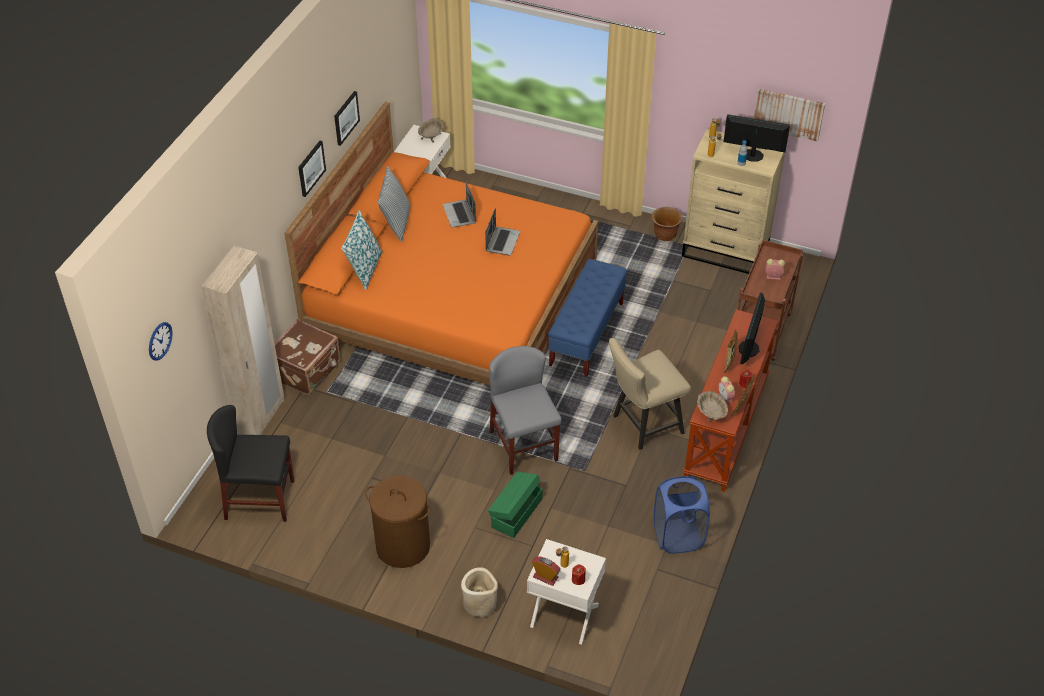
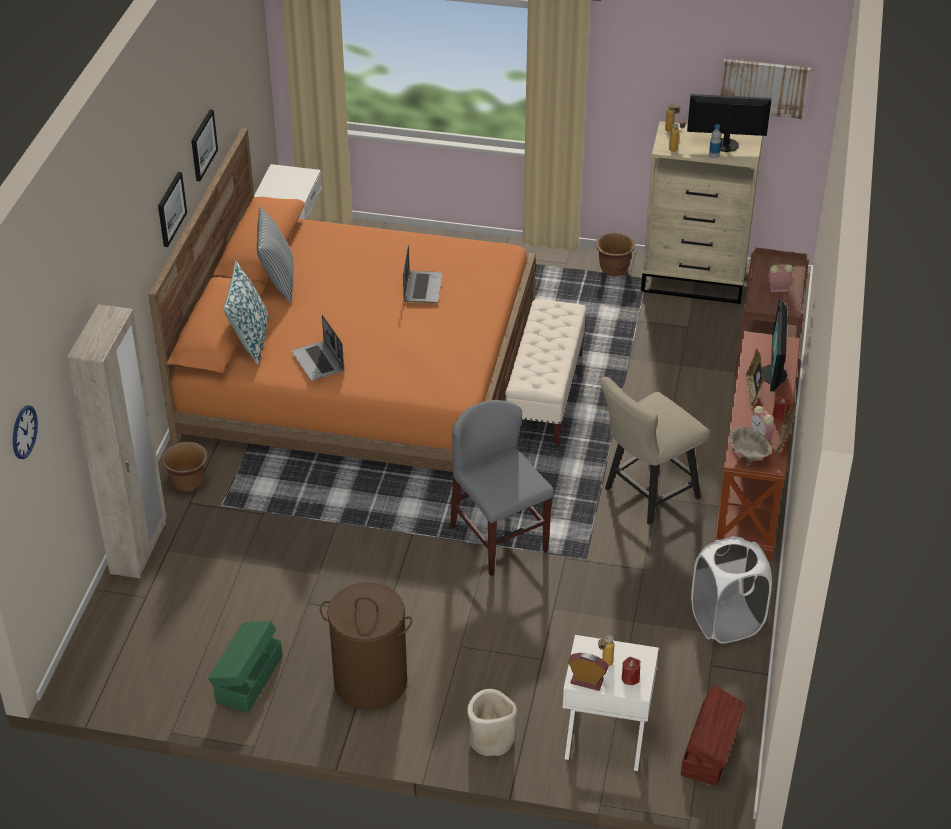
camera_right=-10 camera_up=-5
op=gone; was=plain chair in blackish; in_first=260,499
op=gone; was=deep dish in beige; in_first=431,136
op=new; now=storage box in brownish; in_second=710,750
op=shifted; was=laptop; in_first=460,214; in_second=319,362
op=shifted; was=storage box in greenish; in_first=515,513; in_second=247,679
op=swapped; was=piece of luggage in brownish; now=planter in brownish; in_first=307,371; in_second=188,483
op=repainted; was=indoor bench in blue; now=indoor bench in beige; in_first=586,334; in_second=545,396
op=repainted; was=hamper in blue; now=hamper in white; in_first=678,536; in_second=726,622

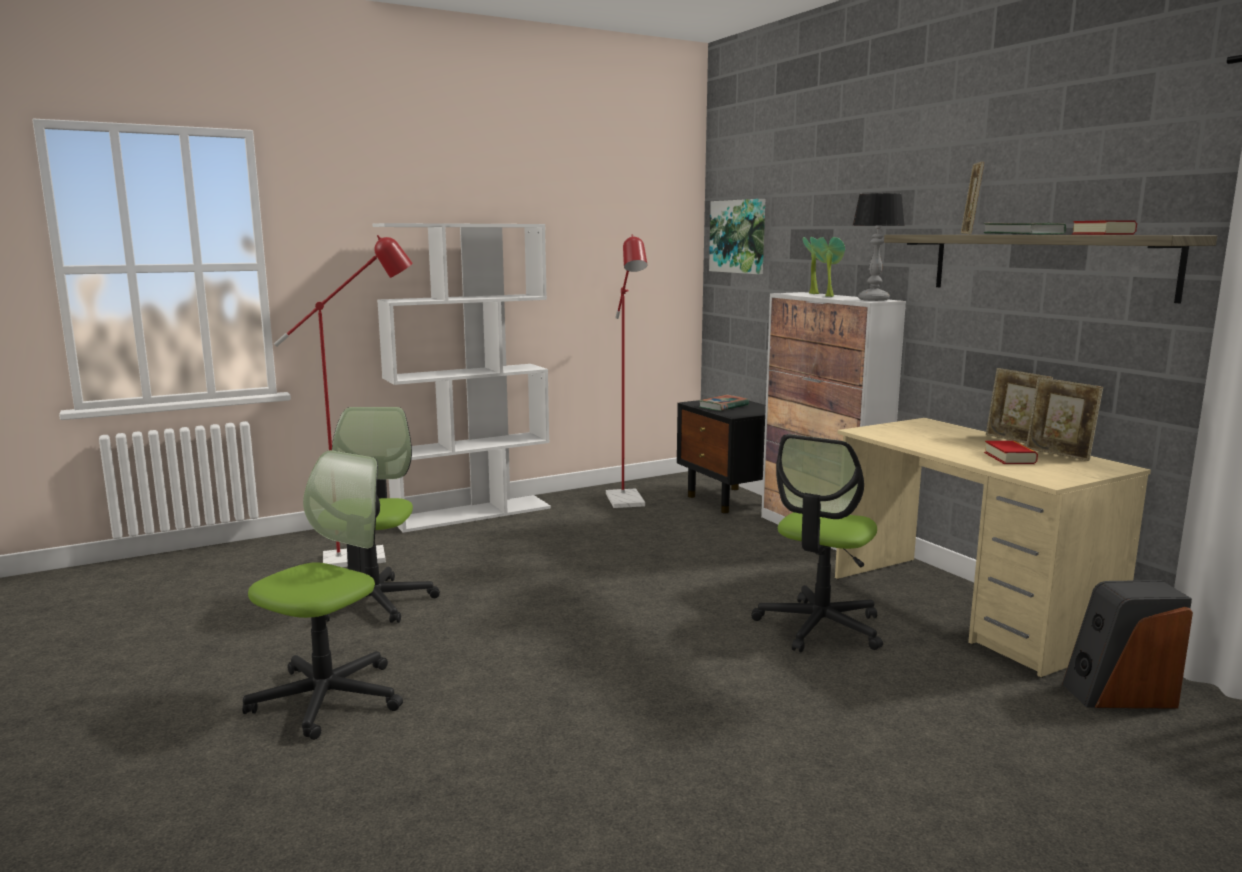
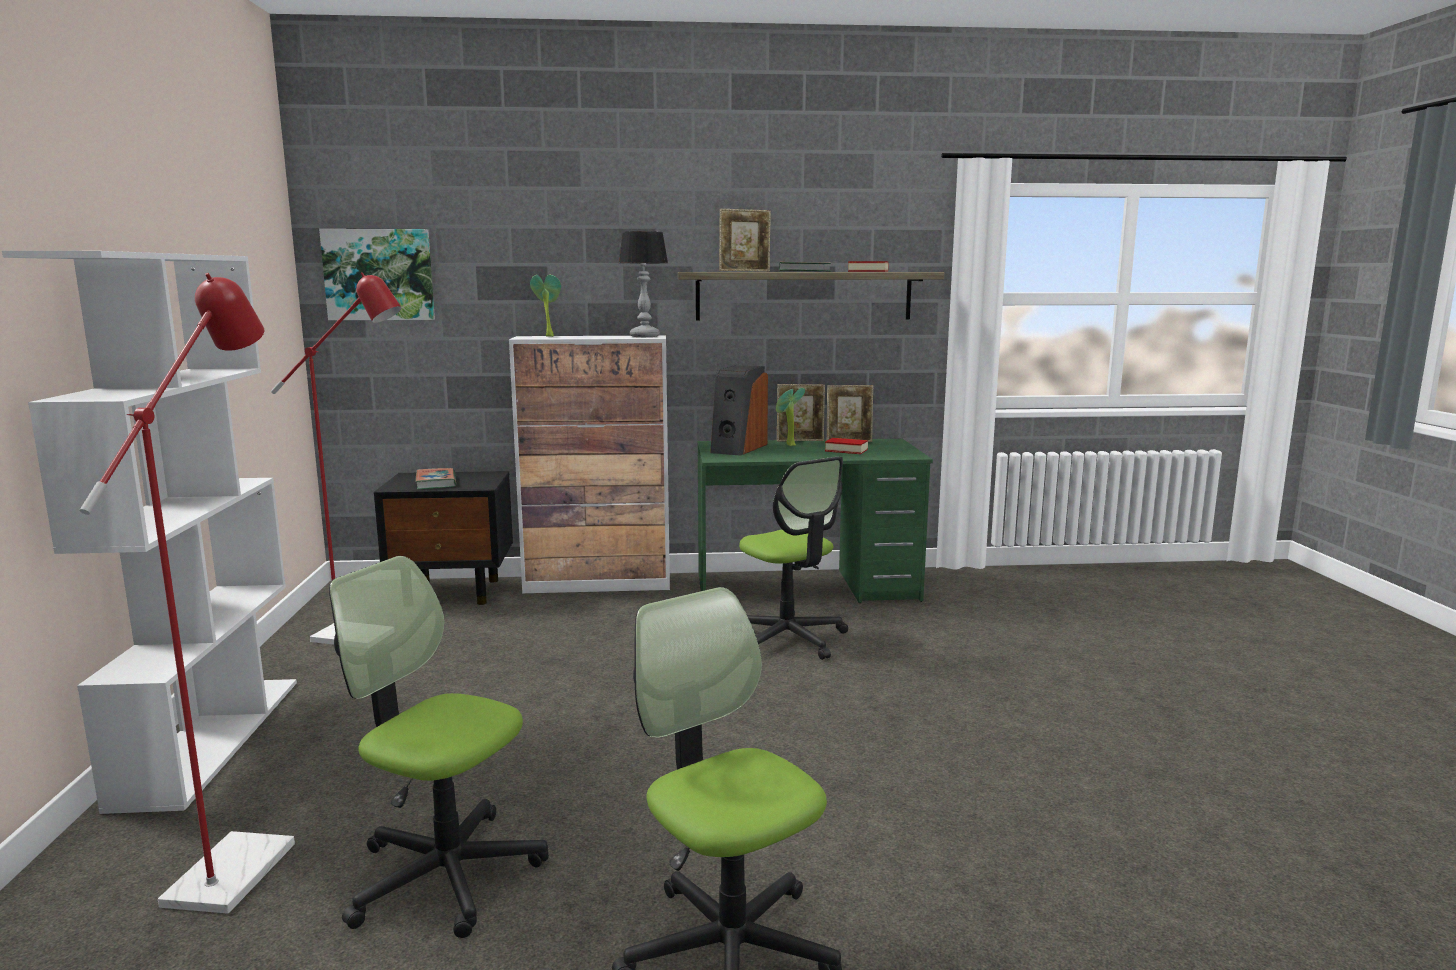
camera_right=-65 camera_up=0
op=shifted; was=potted plant; in_first=828,296; in_second=788,445
op=shifted; was=loudspeaker; in_first=1118,694; in_second=738,448
op=repainted; was=desk table in beige; now=desk table in greenish; in_first=966,610; in_second=806,587
op=rotated; was=photo frame; in_first=968,234; in_second=744,271; clockwise=-45

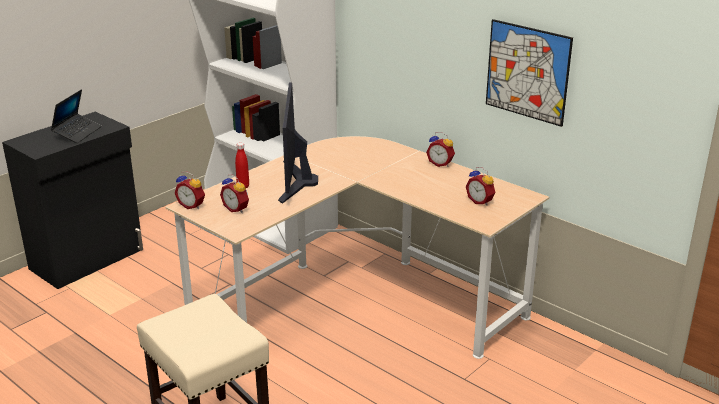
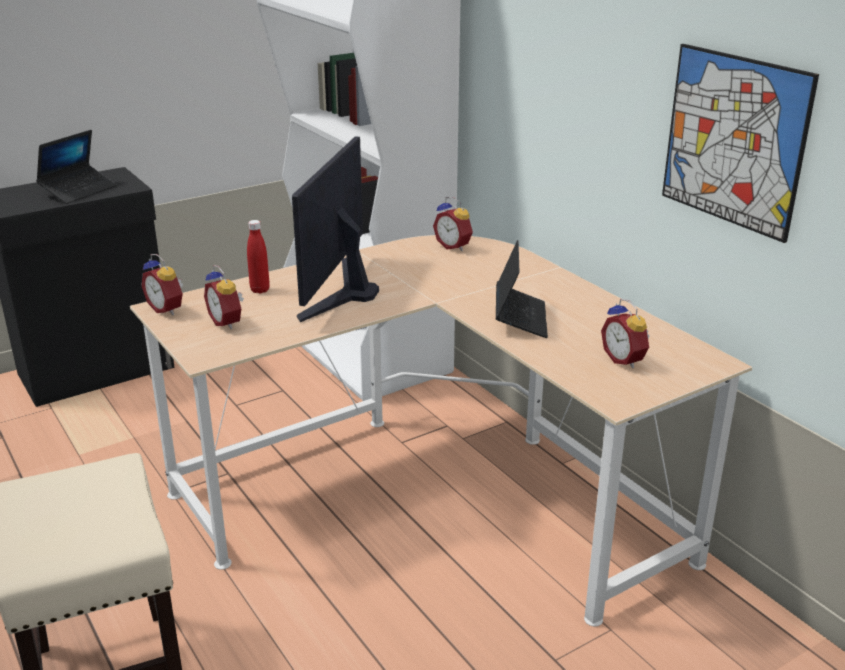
camera_right=15 camera_up=0
op=new; now=laptop; in_second=520,318
op=shifted; was=alarm clock; in_first=440,164; in_second=454,246

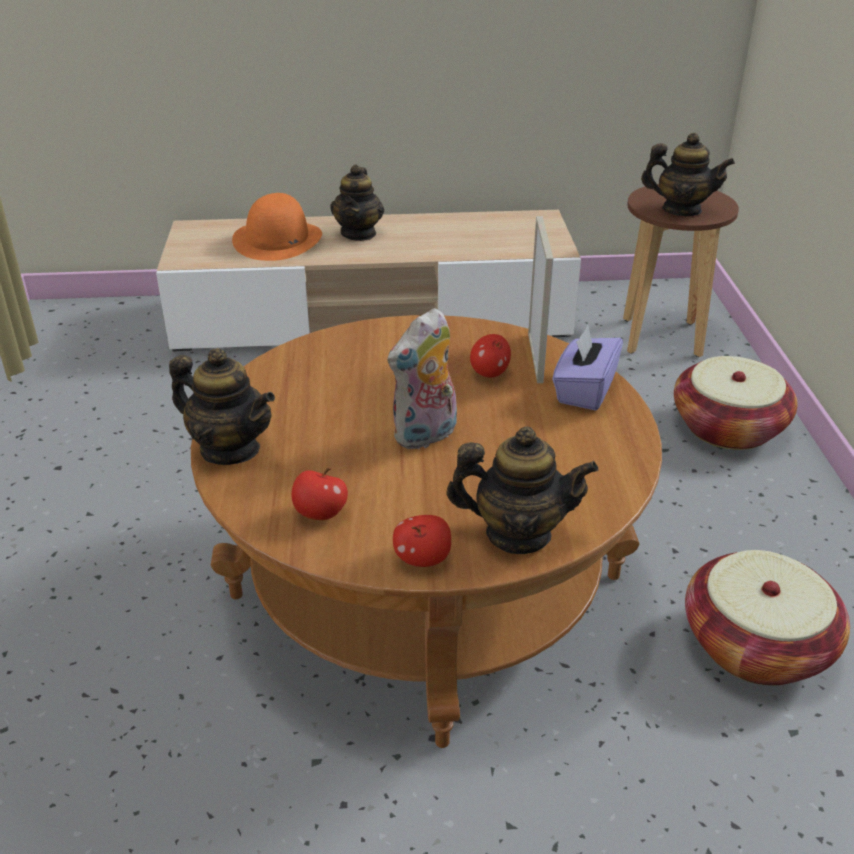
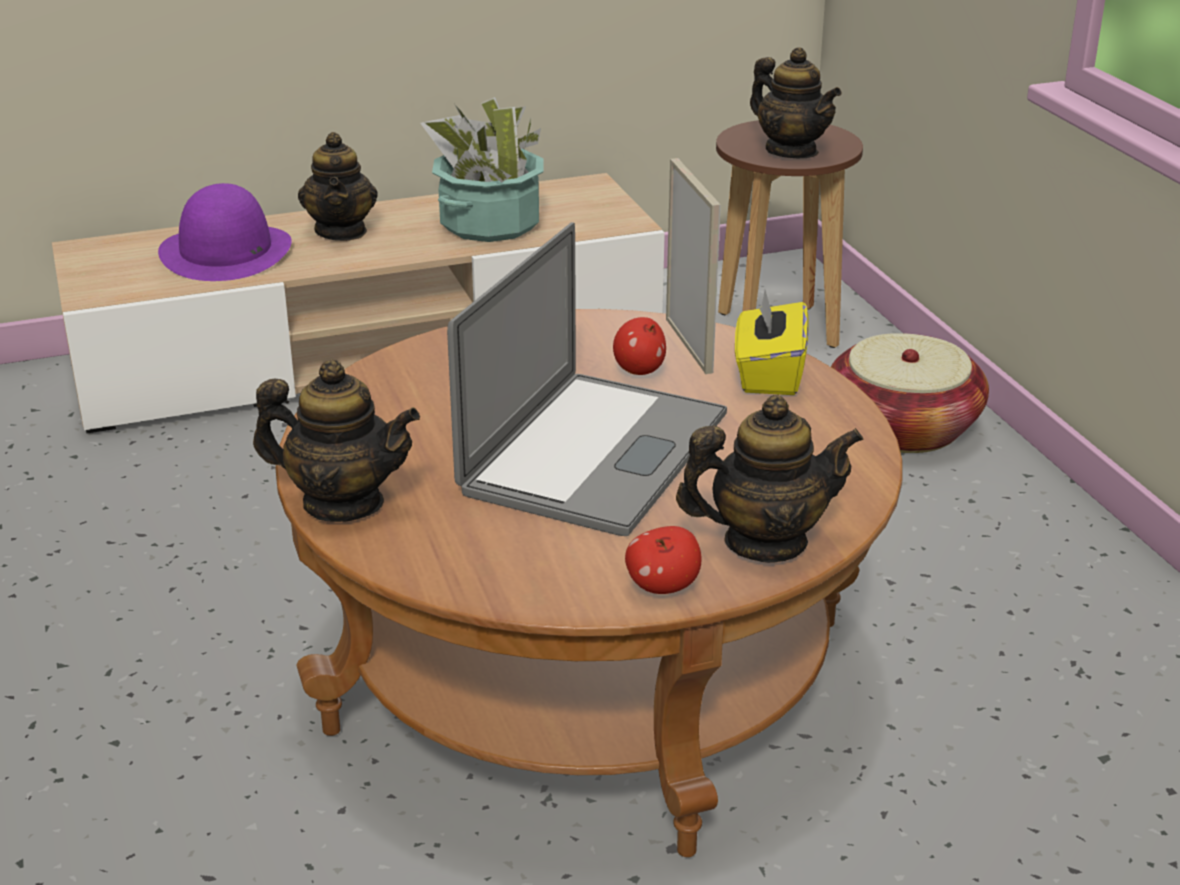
camera_right=-15 camera_up=-5
op=gone; was=apple; in_first=320,514
op=gone; was=basket; in_first=756,646
op=new; now=potted plant; in_second=490,225
op=swapped; was=plush toy; now=laptop; in_first=426,436; in_second=595,452
op=repainted; was=wearable hat in orange-coloured; now=wearable hat in purple; in_first=278,240; in_second=226,252
op=repainted; was=box of tissues in purple; now=box of tissues in yellow; in_first=584,390; in_second=768,375
op=rotated; was=teapot; in_first=681,210; in_second=791,151; clockwise=45

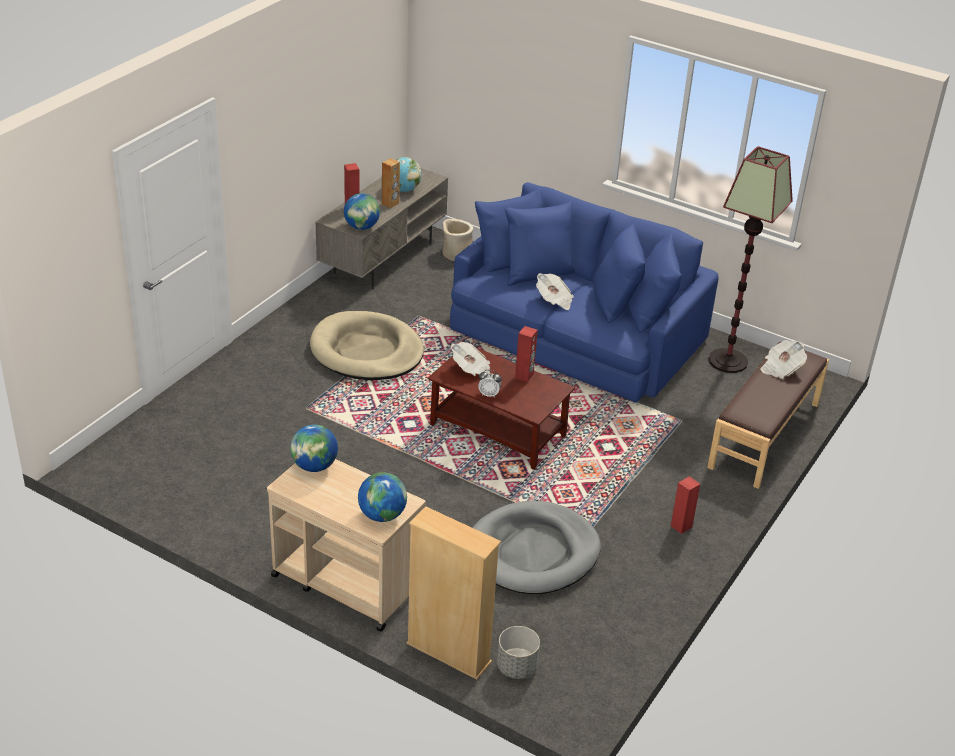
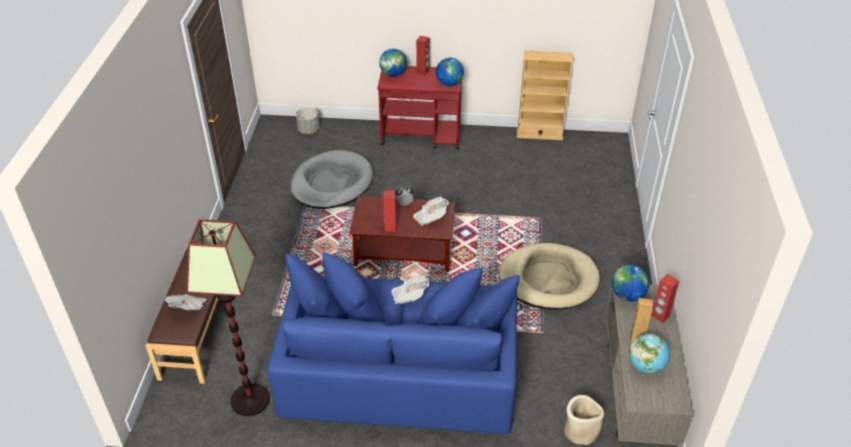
camera_right=155 camera_up=5
op=shifted; was=bookshelf in beige; in_first=448,653; in_second=539,134
op=shifted; was=loudspeaker in reddish; in_first=681,526; in_second=423,71
op=repainted; was=wheeled cart in beige; now=wheeled cart in reddish; in_first=345,582; in_second=421,135

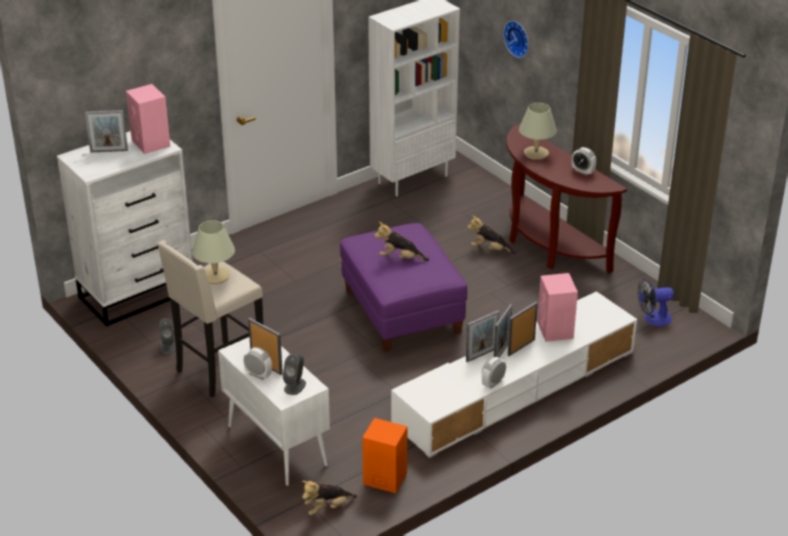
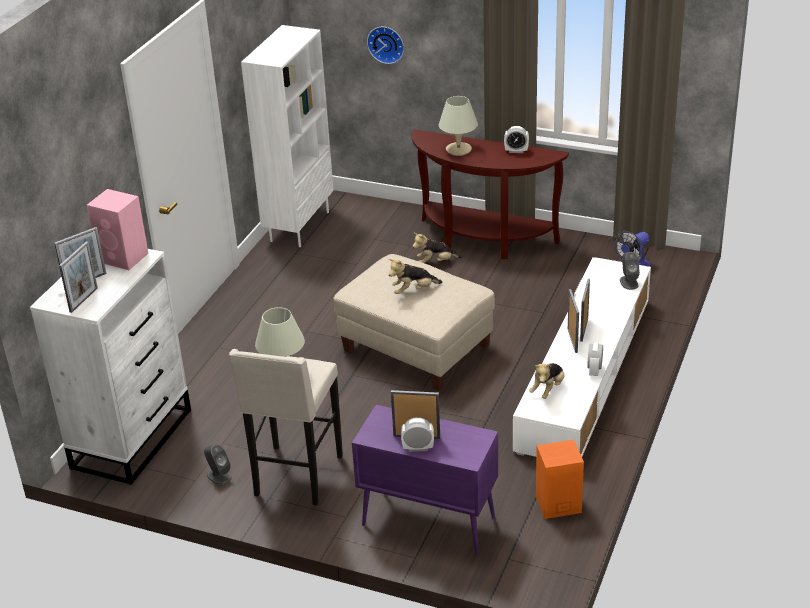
camera_right=-30 camera_up=0
op=gone; was=loudspeaker in pink-coloured; in_first=555,331
op=shifted; was=loudspeaker in gray; in_first=295,386; in_second=628,282
op=shifted; was=plush toy; in_first=327,508; in_second=548,389
op=shifted; was=photo frame; in_first=481,355; in_second=83,300
op=repainted; was=storage cabinet in white; now=storage cabinet in purple; in_first=276,445; in_second=427,521
op=repainted; was=ottoman in purple; now=ottoman in beige; in_first=402,313; in_second=416,349

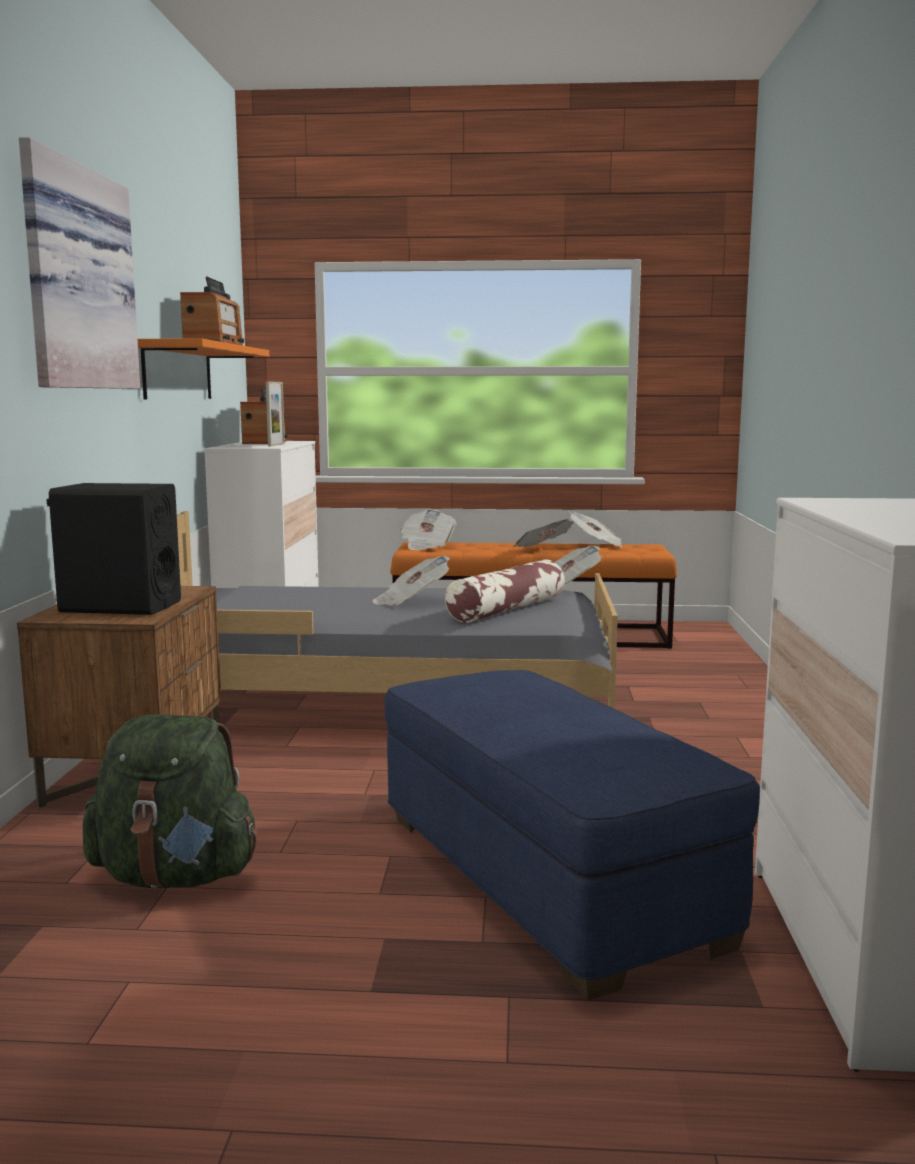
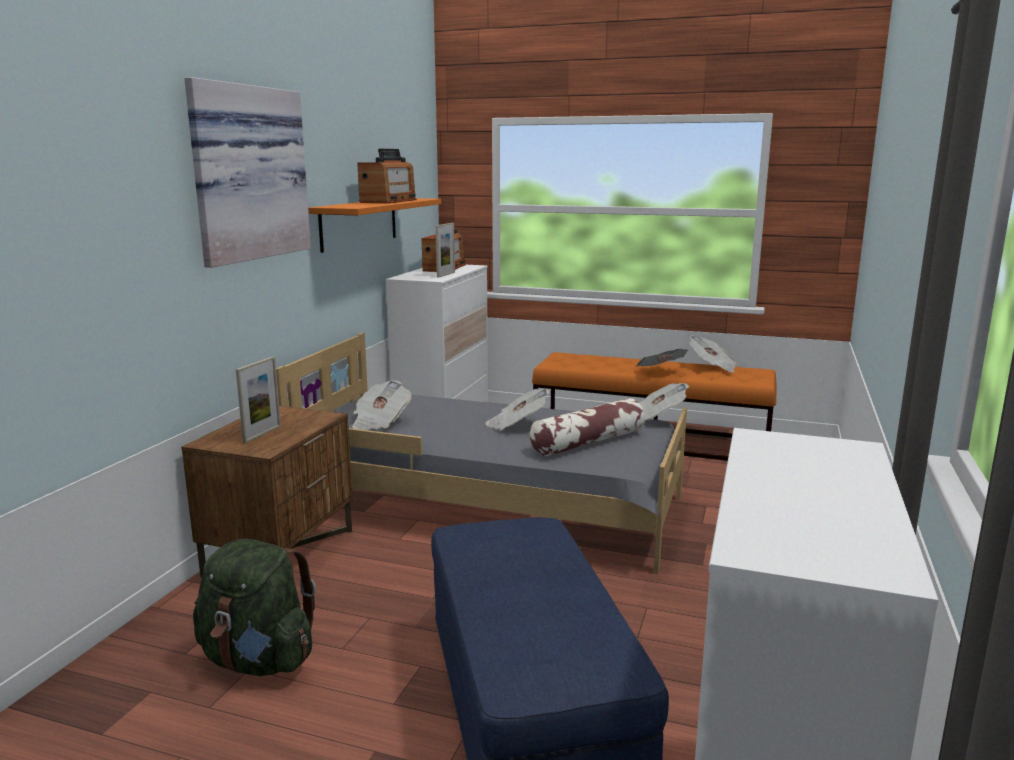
camera_right=15 camera_up=5
op=shifted; was=printed paper; in_first=427,546; in_second=380,422
op=swapped; was=loudspeaker in blackish; now=photo frame; in_first=120,606; in_second=262,434

